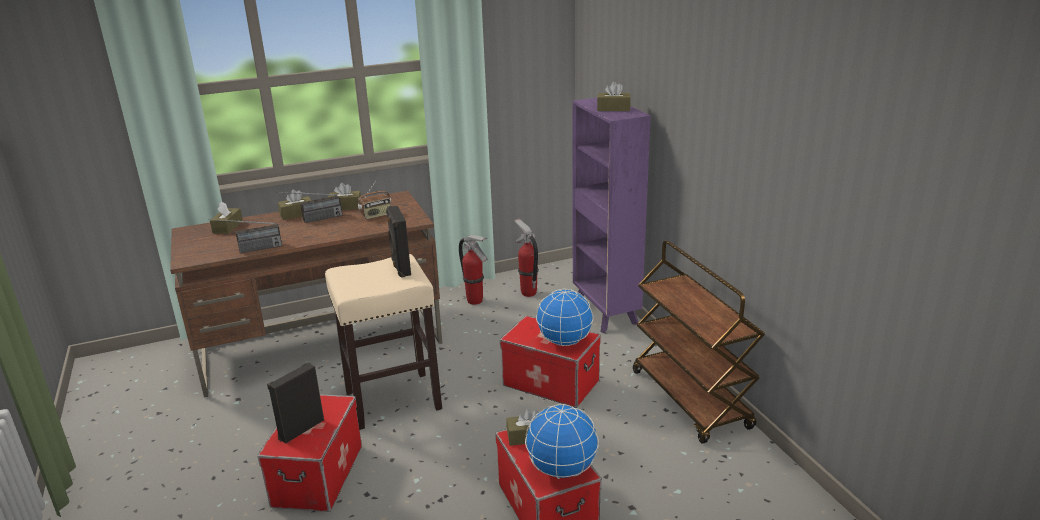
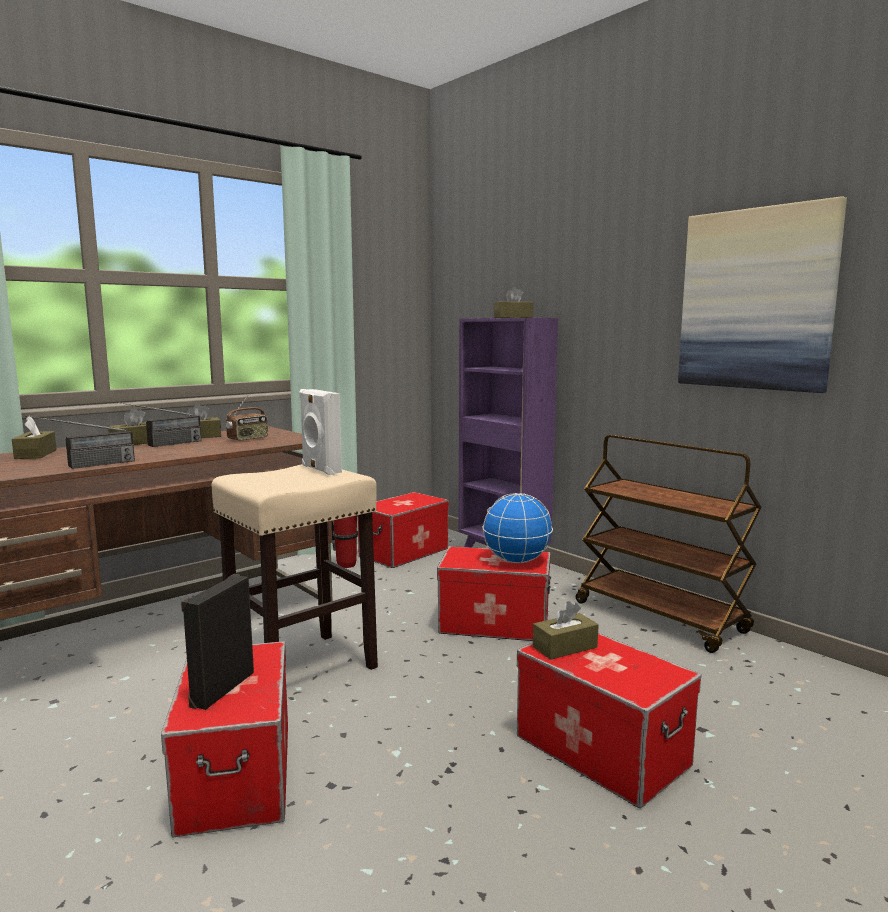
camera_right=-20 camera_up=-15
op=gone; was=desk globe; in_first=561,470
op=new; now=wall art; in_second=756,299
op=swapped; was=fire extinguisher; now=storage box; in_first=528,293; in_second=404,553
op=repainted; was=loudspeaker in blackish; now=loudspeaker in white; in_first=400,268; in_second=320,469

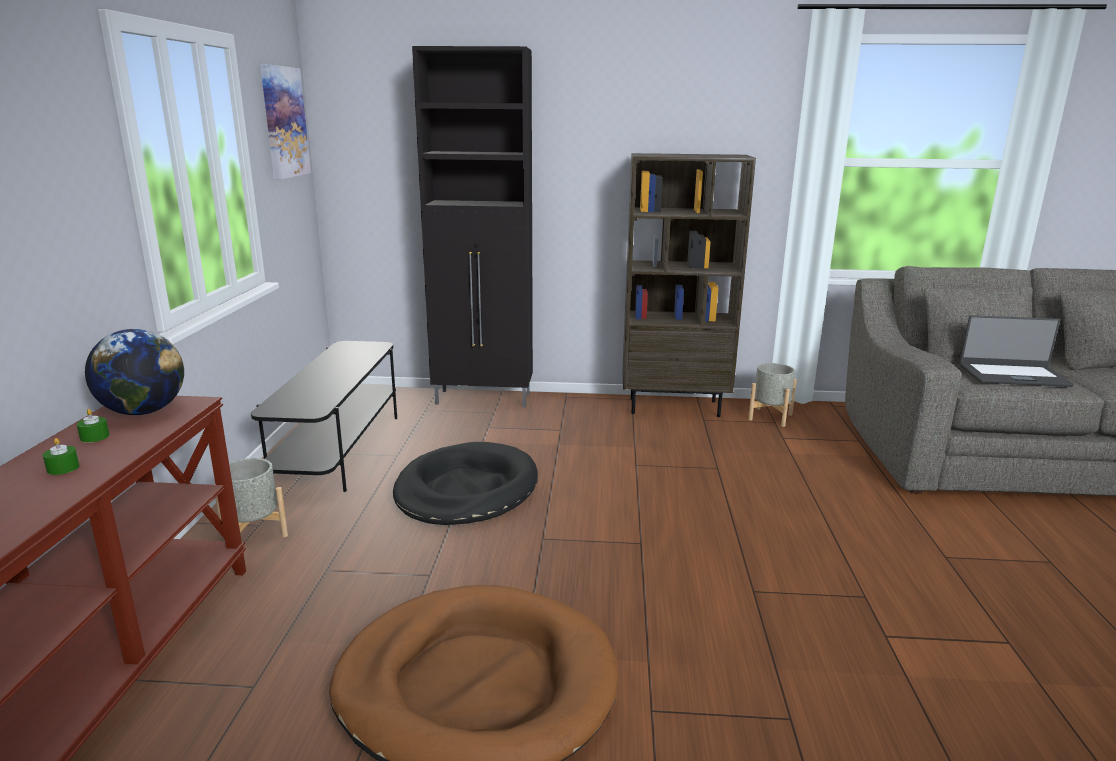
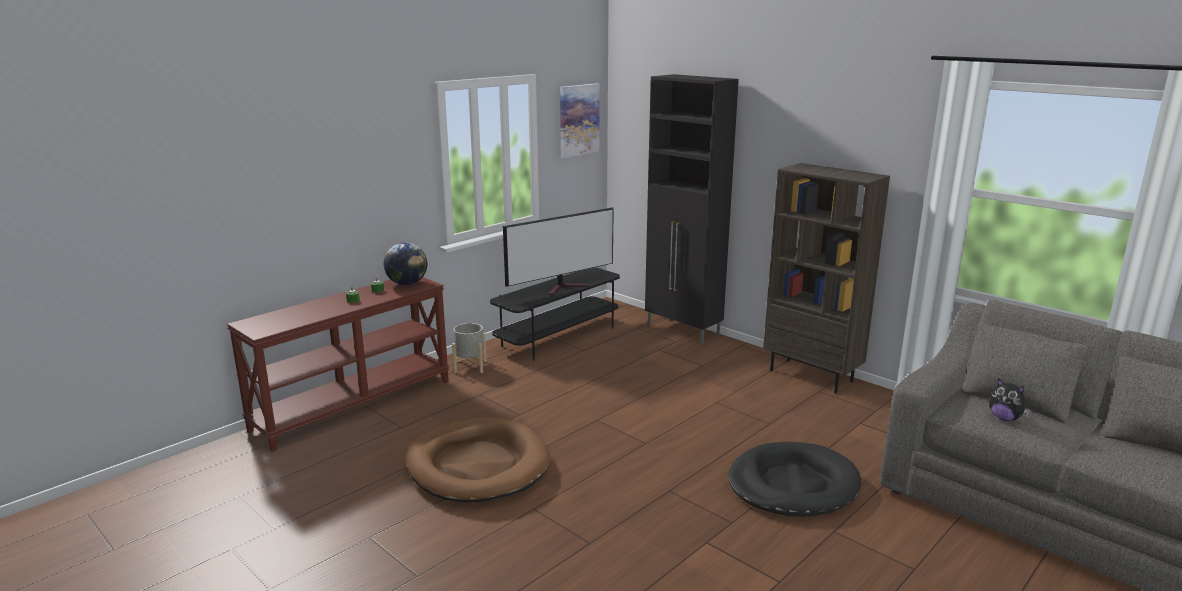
camera_right=40 camera_up=0
op=gone; was=planter in gray; in_first=770,417
op=new; now=TV set; in_second=565,287
op=shifted; was=dog cushion in blackish; in_first=466,490; in_second=792,484
op=swapped; was=laptop; now=plush toy; in_first=1013,375; in_second=1005,418

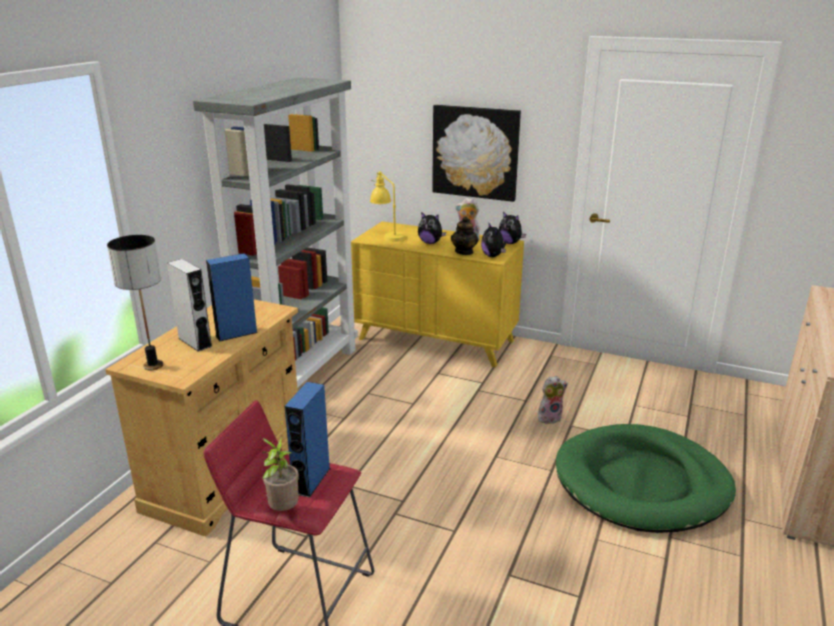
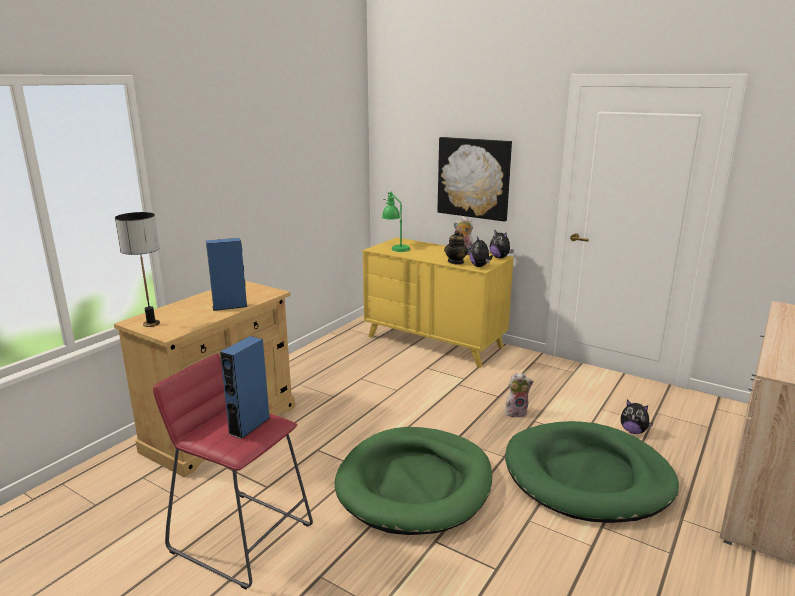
camera_right=10 camera_up=-5
op=gone; was=loudspeaker in gray; in_first=195,342
op=gone; was=bookshelf in gray; in_first=301,375
op=gone; was=potted plant; in_first=283,510
op=new; now=dog cushion in greenish; in_second=415,483
op=shifted; was=plush toy; in_first=430,242; in_second=633,431
op=repainted; was=table lamp in yellow; now=table lamp in greenish; in_first=387,236; in_second=395,247

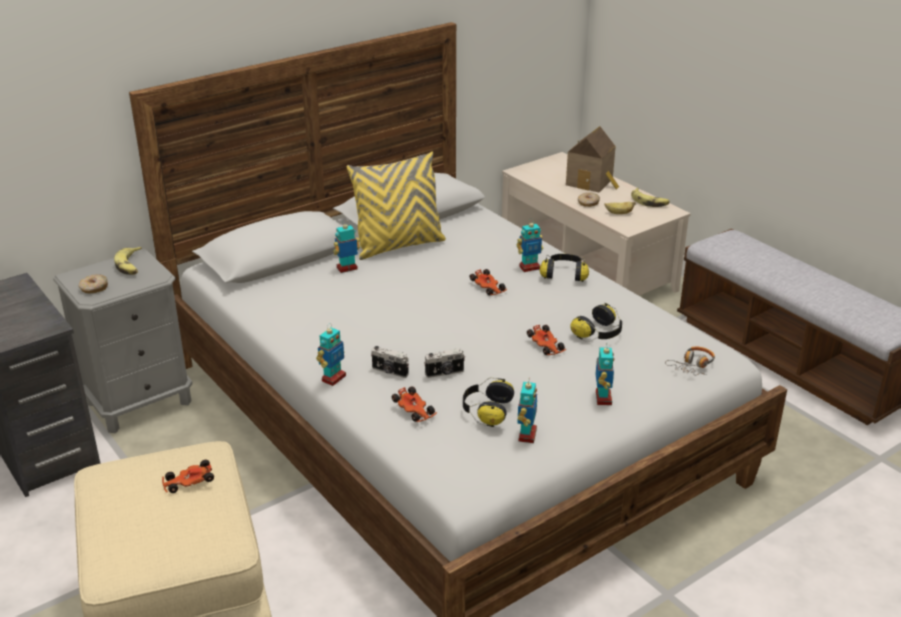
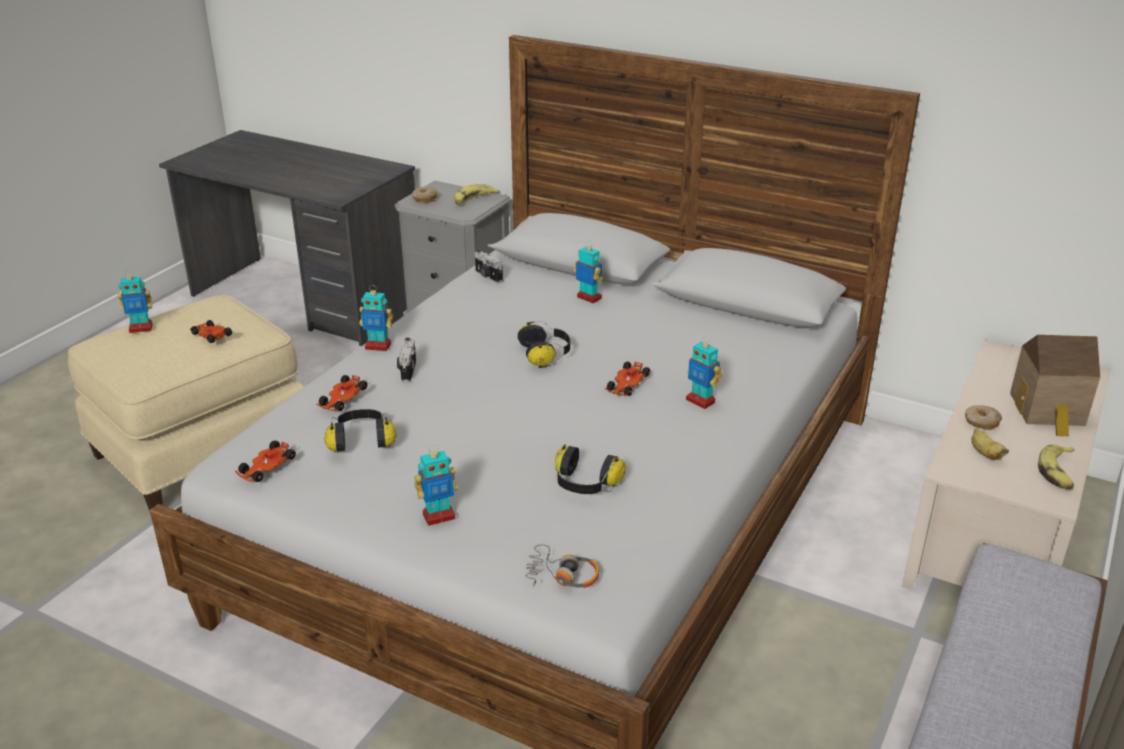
camera_right=65 camera_up=0
op=gone; was=throw pillow in yellow; in_first=398,245
op=shifted; was=still camera; in_first=445,373; in_second=488,276
op=shifted; was=robot figure; in_first=526,435; in_second=141,328
op=shifted; was=miniature car; in_first=546,345; in_second=266,468
op=shifted; was=headset; in_first=564,275; in_second=546,354

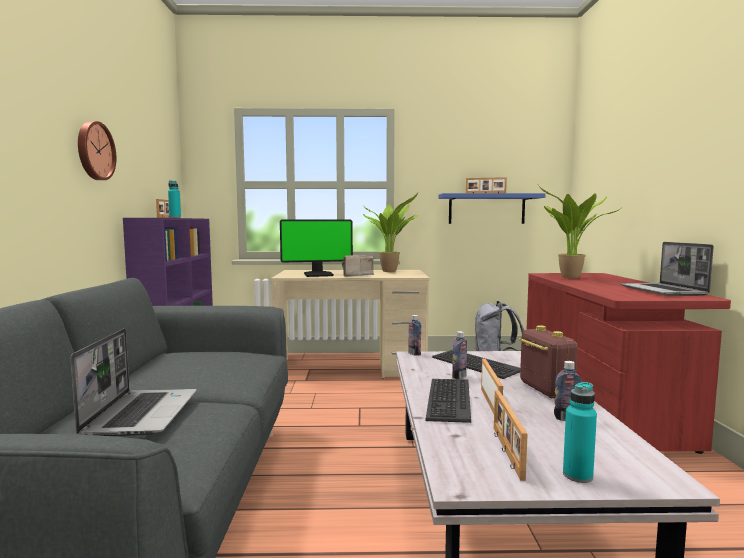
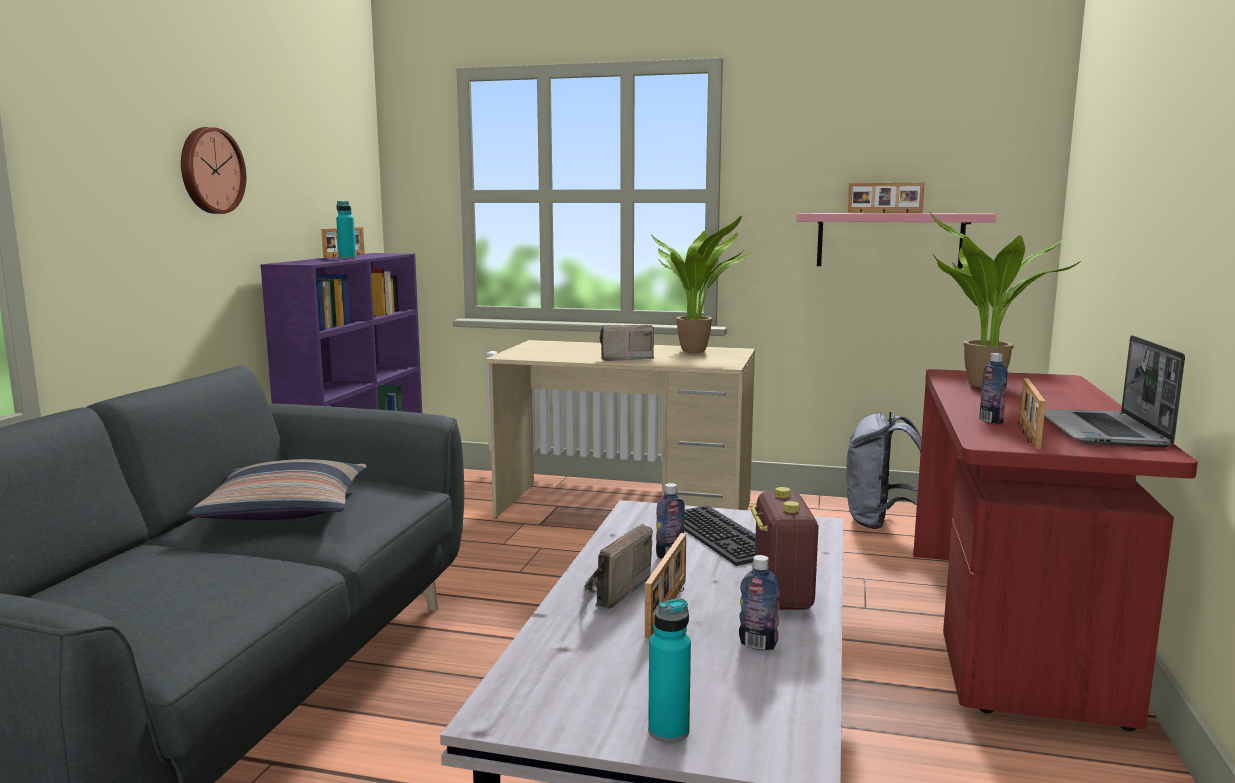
camera_right=15 camera_up=5
op=gone; was=laptop; in_first=141,413
op=gone; was=computer screen; in_first=318,274
op=new; now=throw pillow; in_second=285,510
op=shifted; was=bottle; in_first=414,354; in_second=991,421
op=shifted; was=photo frame; in_first=506,451; in_second=1027,434
op=swapped; was=keyboard; now=radio set; in_first=448,399; in_second=611,592
op=repainted; was=bracket shelf in blue; now=bracket shelf in pink-coloured; in_first=486,209; in_second=889,240

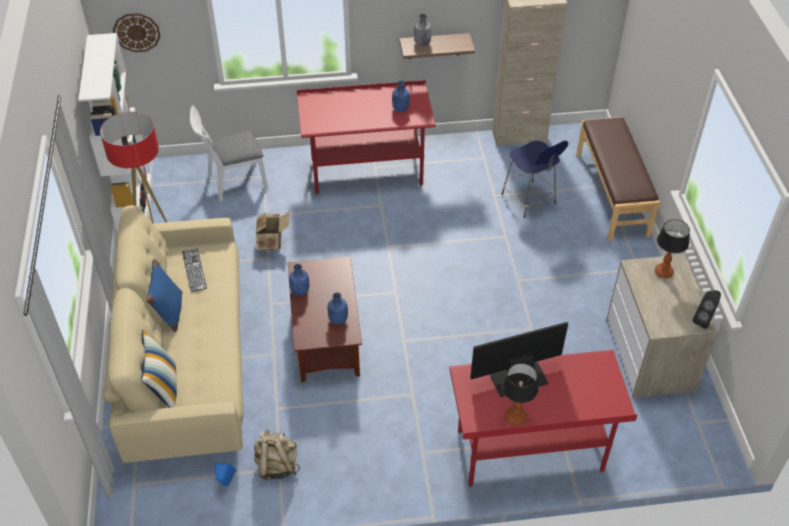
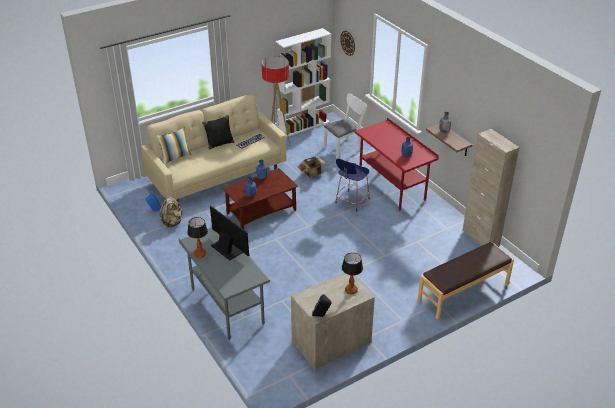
camera_right=65 camera_up=-10
op=shifted; was=stool in blue; in_first=529,200; in_second=351,201
op=repainted; was=throw pillow in blue; now=throw pillow in blackish; in_first=170,313; in_second=219,144
op=repainted; was=desk table in reddish; now=desk table in gray; in_first=529,452; in_second=227,307
op=rotated; was=plain chair in white; in_first=232,183; in_second=344,147; clockwise=105

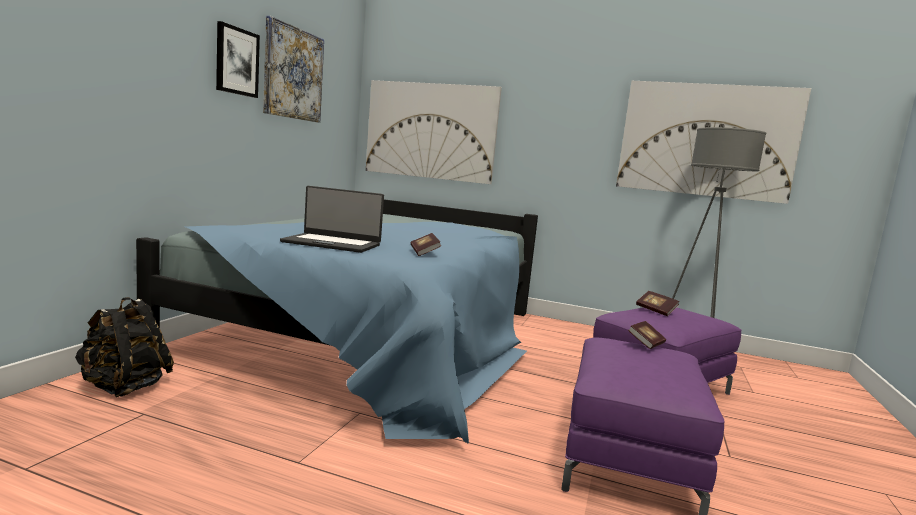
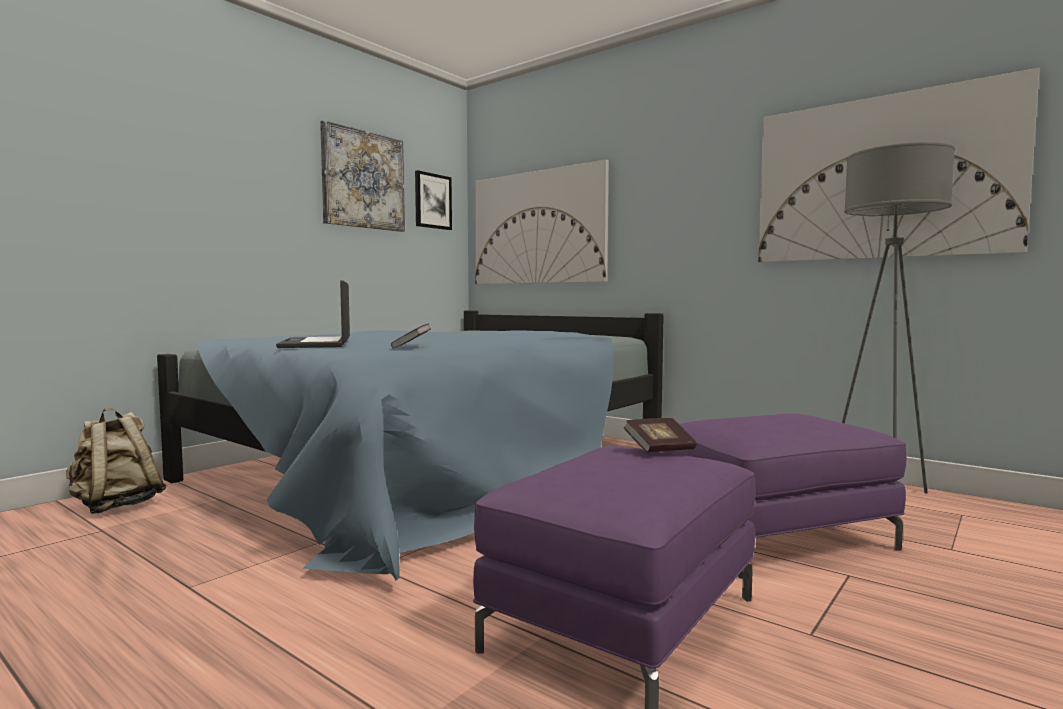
camera_right=20 camera_up=-5
op=gone; was=bound book; in_first=656,310
op=shifted; was=wall art; in_first=236,61; in_second=432,201
op=repainted; was=knapsack in blackish; now=knapsack in beige; in_first=124,387; in_second=116,506
op=rotated; was=laptop; in_first=332,243; in_second=318,344; clockwise=45

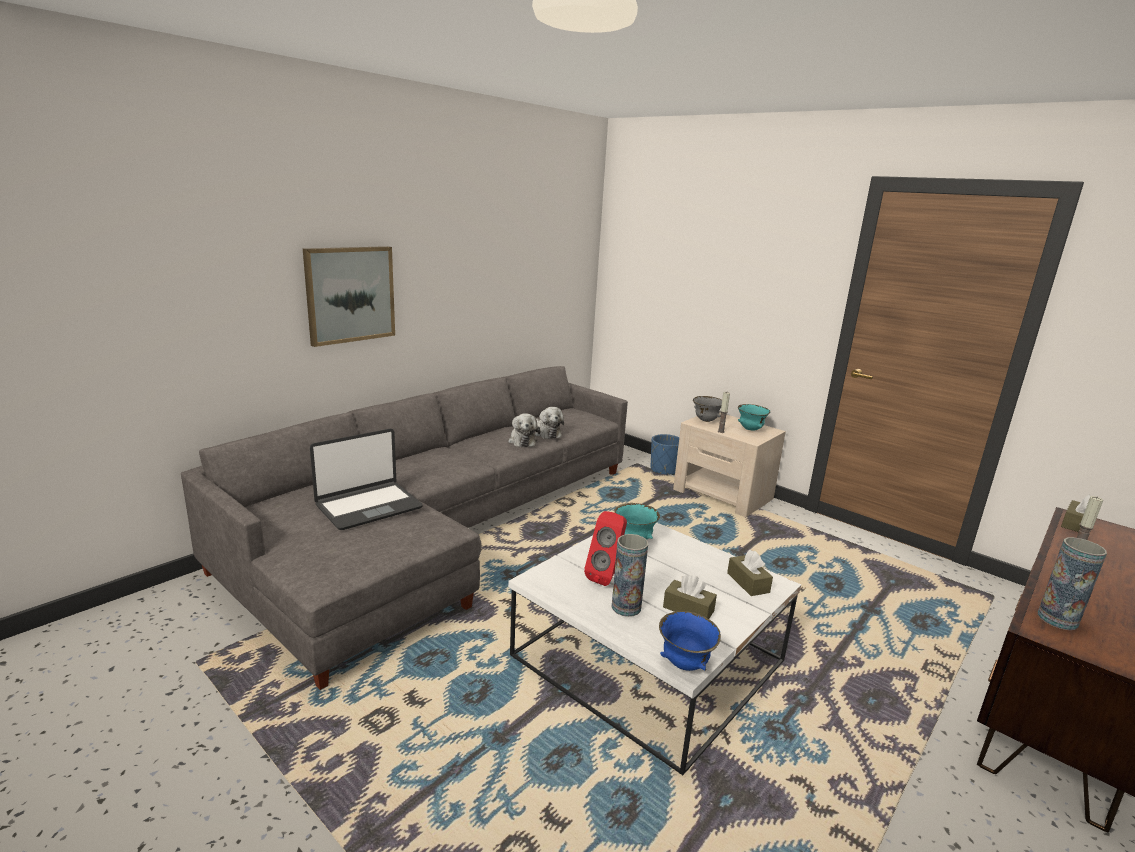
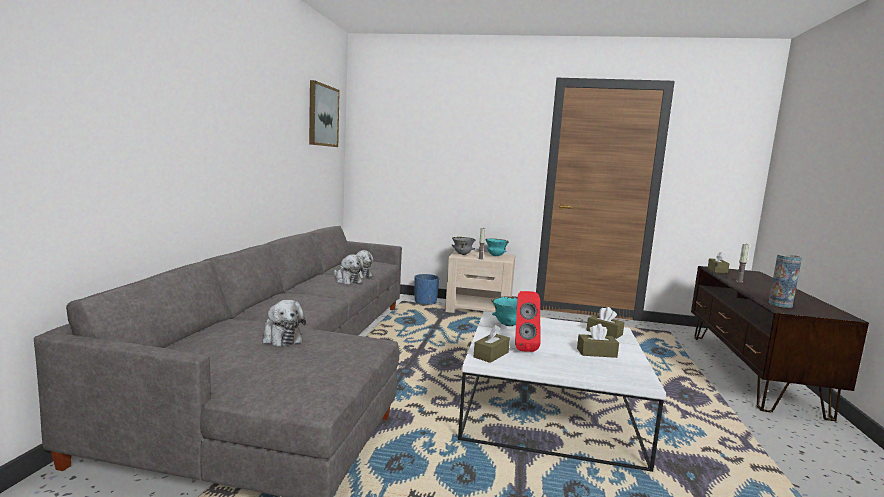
camera_right=-30 camera_up=-10
op=gone; was=decorative vase; in_first=626,607
op=gone; was=deep dish in blue; in_first=684,665
op=new; now=box of tissues in brownish; in_second=491,355
op=shifted; was=wall art; in_first=350,294; in_second=322,115
op=swapped; was=laptop; now=plush toy; in_first=368,506; in_second=281,338

